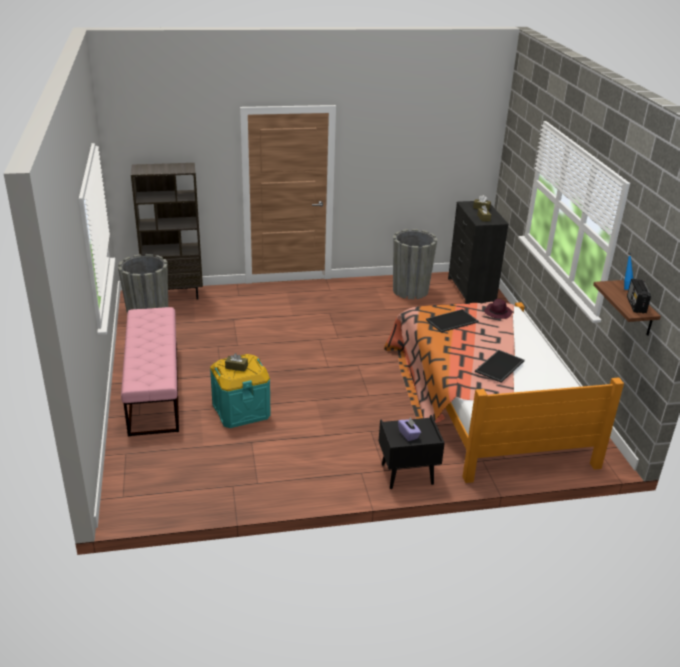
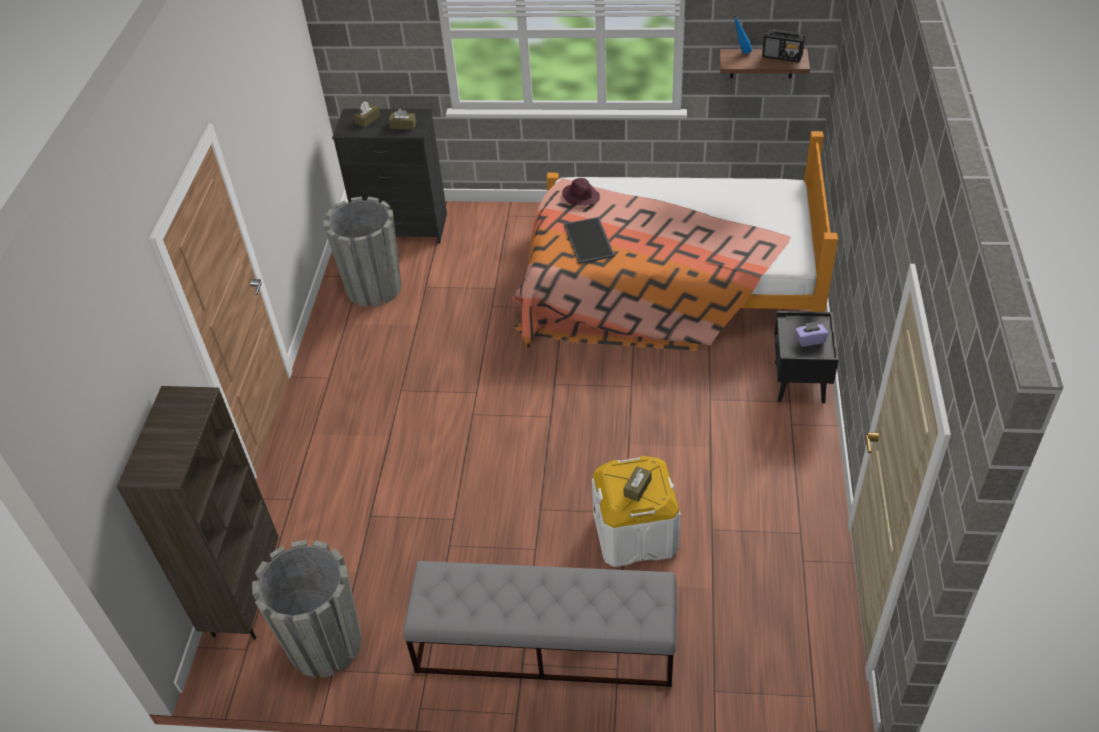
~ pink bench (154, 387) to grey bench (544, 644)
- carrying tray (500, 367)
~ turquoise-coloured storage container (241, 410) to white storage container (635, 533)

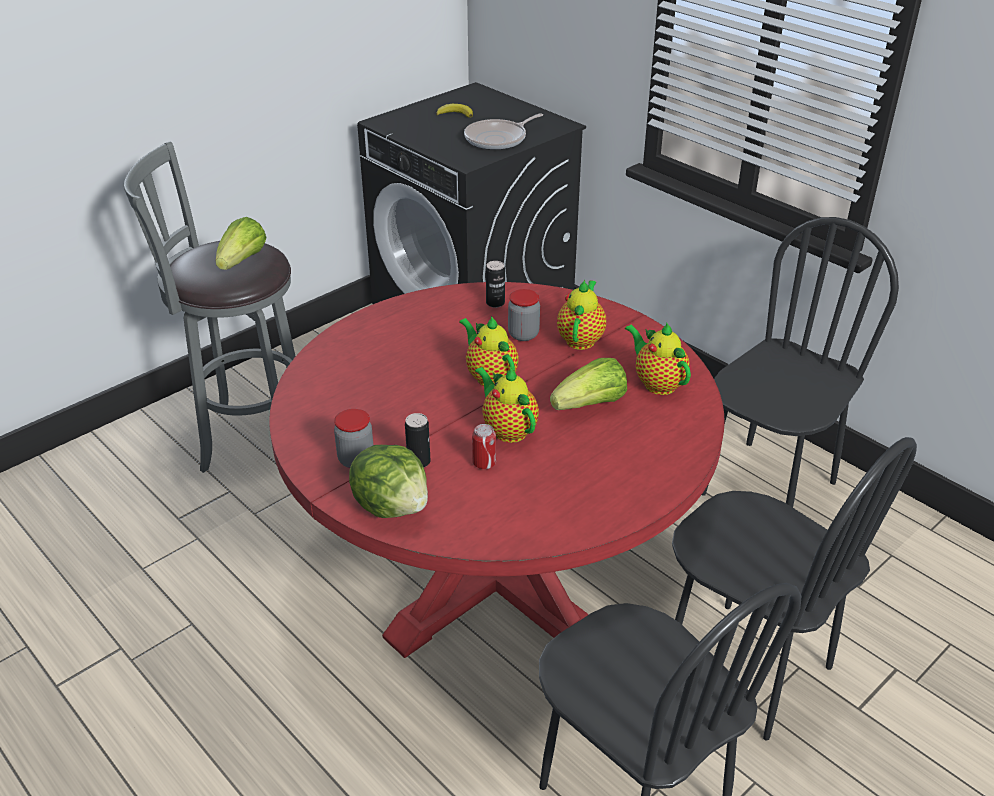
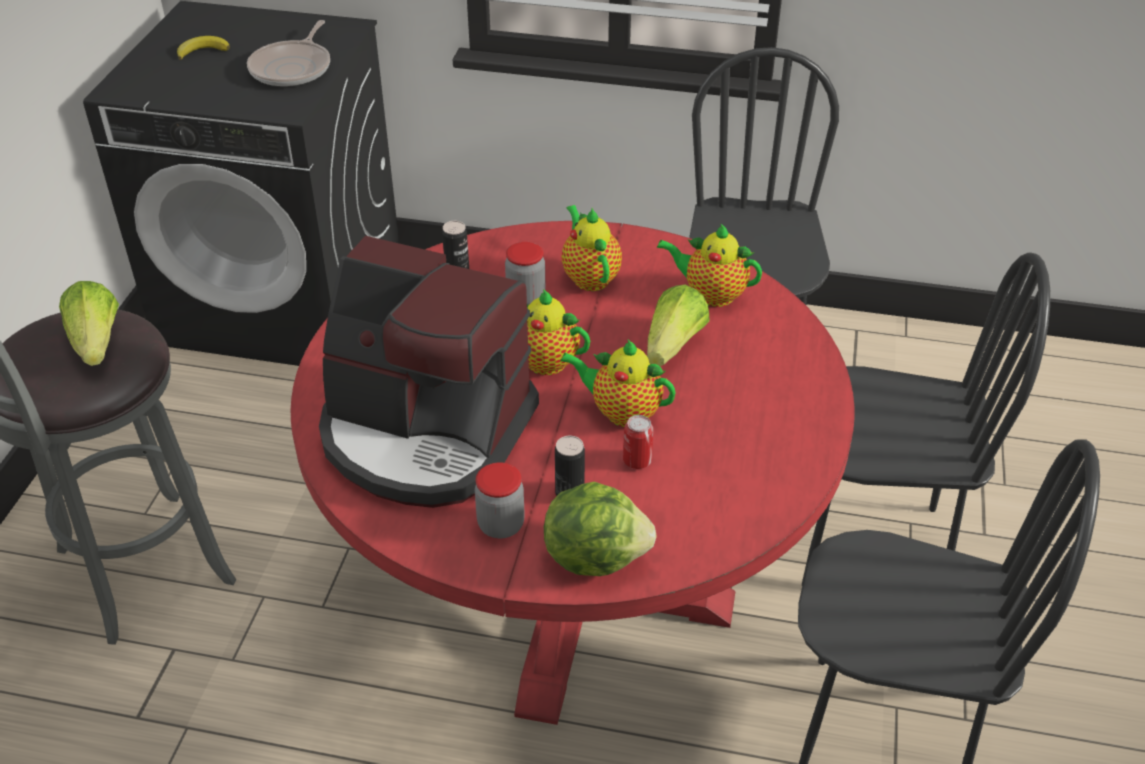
+ coffee machine (426, 434)

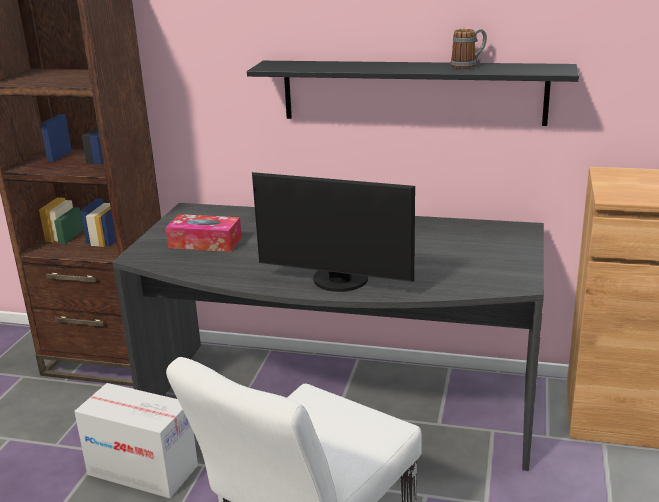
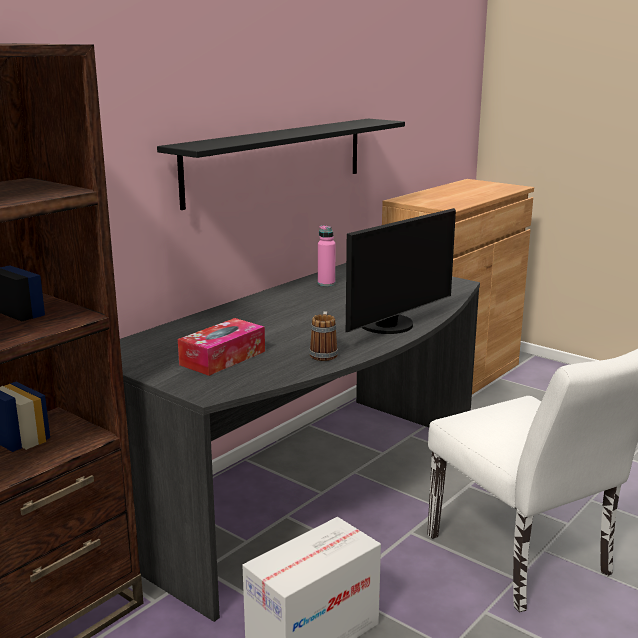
~ mug (468, 66) to (324, 353)
+ pink drink bottle (326, 283)

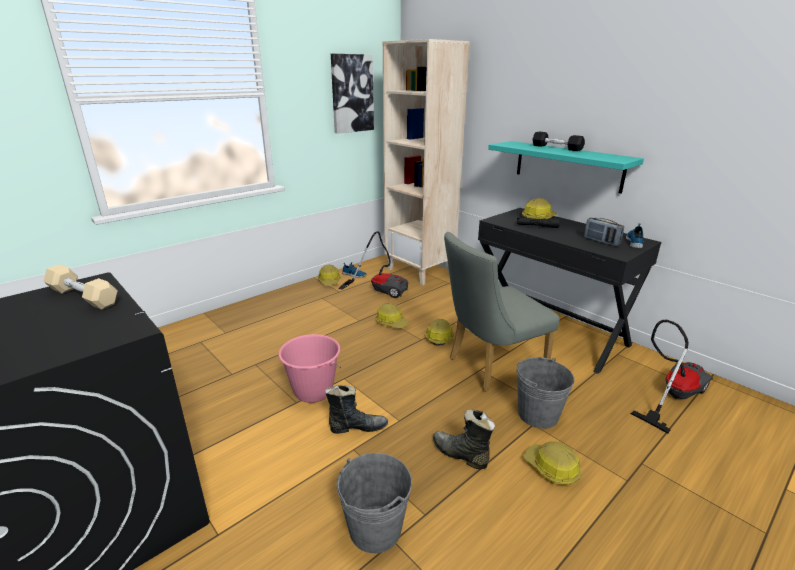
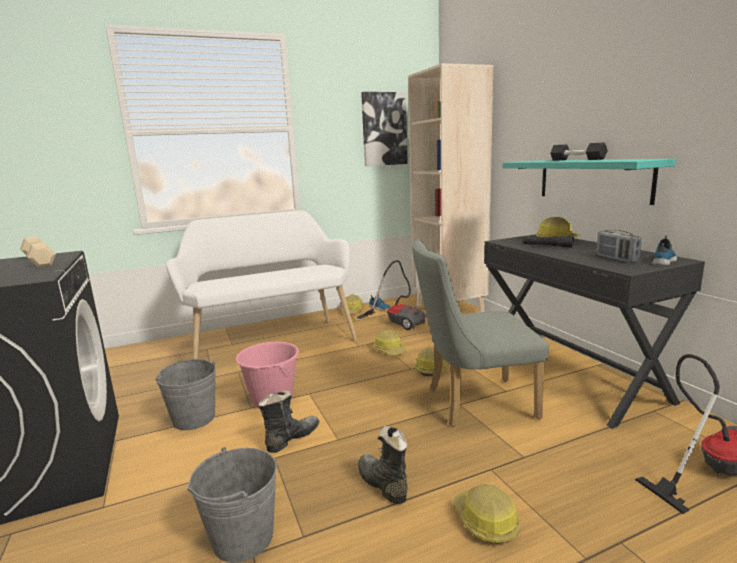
~ grey pail (538, 414) to (194, 418)
~ black boot (357, 427) = (291, 438) 60 degrees counterclockwise
+ white bench (271, 341)

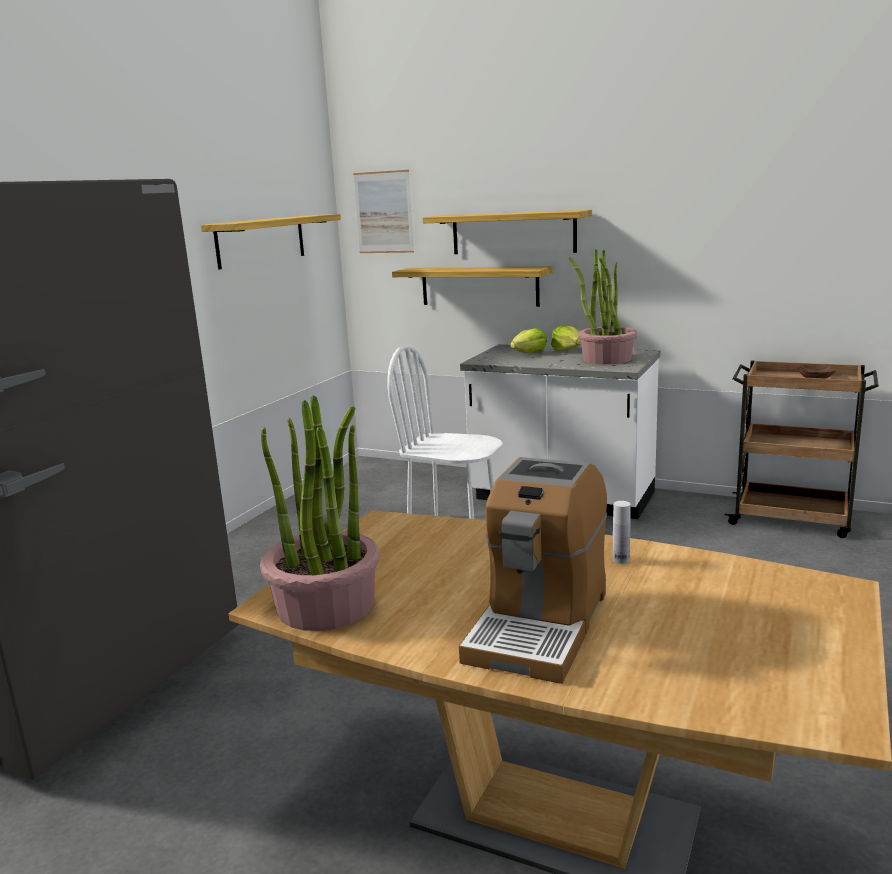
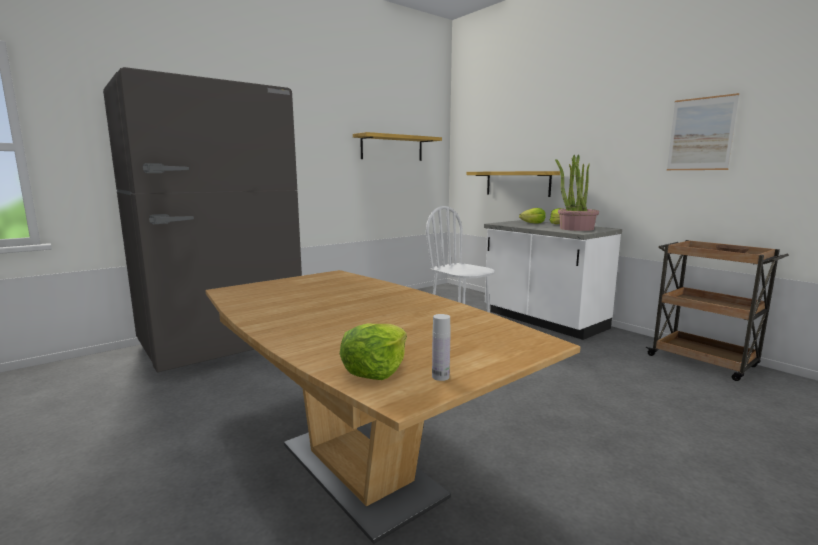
~ wall art (383, 212) to (701, 134)
- bracket shelf (513, 233)
- plant in a pot (326, 606)
- coffee machine (539, 624)
~ white drink bottle (621, 560) to (440, 377)
+ lettuce head (375, 370)

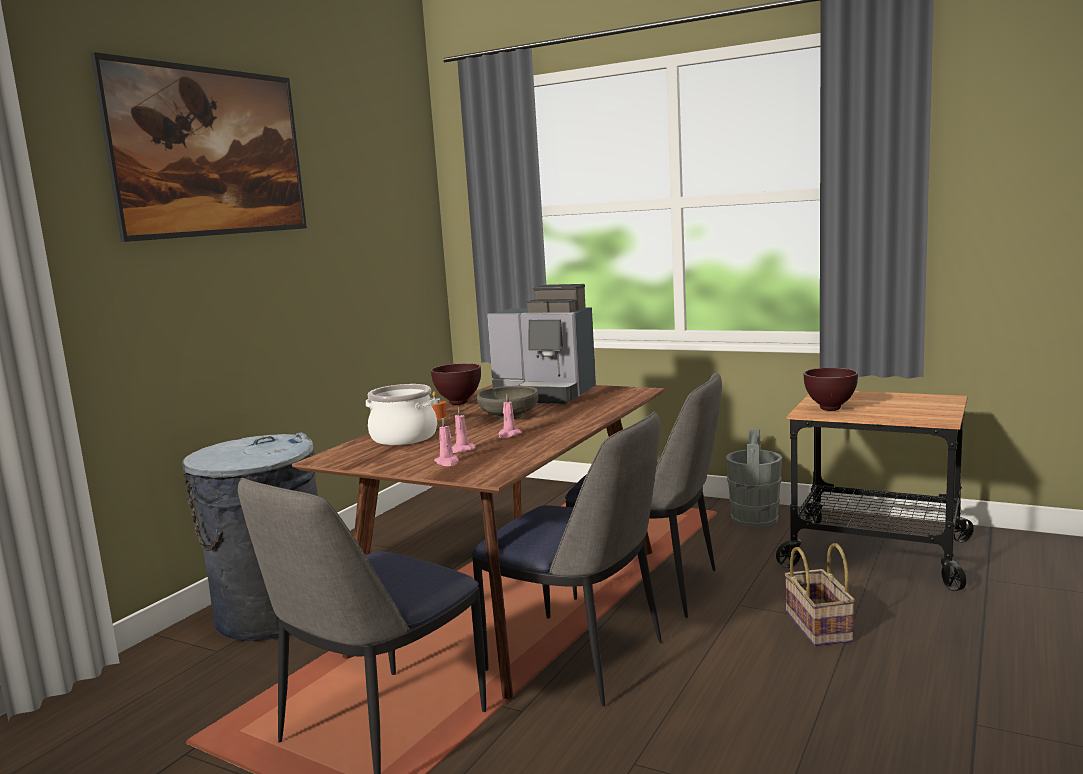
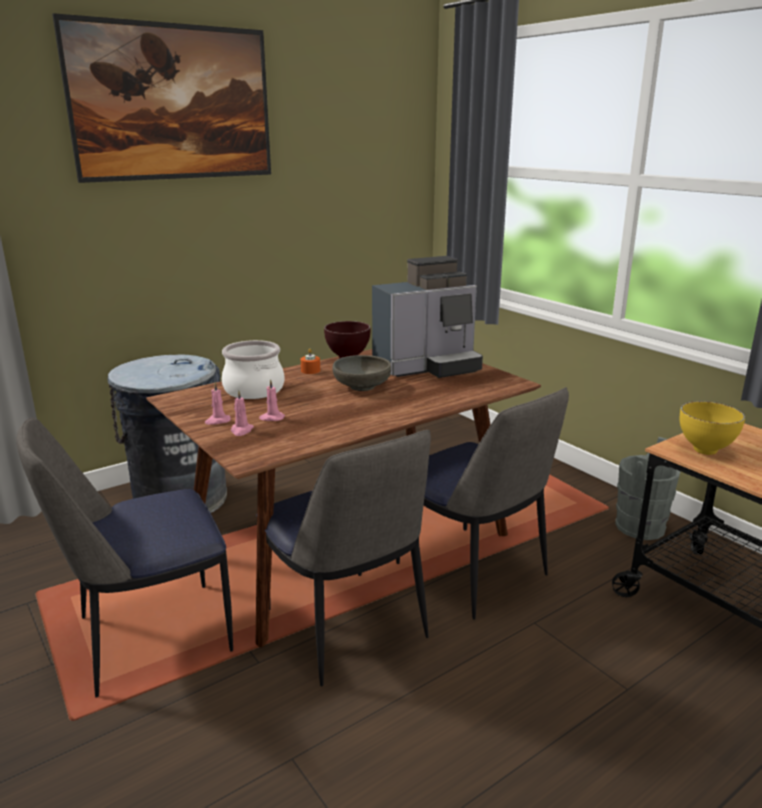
~ coffee machine (546, 394) = (428, 366) 75 degrees counterclockwise
~ brown bowl (831, 409) to yellowish bowl (706, 451)
~ pink wax light (509, 435) to (217, 421)
- basket (820, 627)

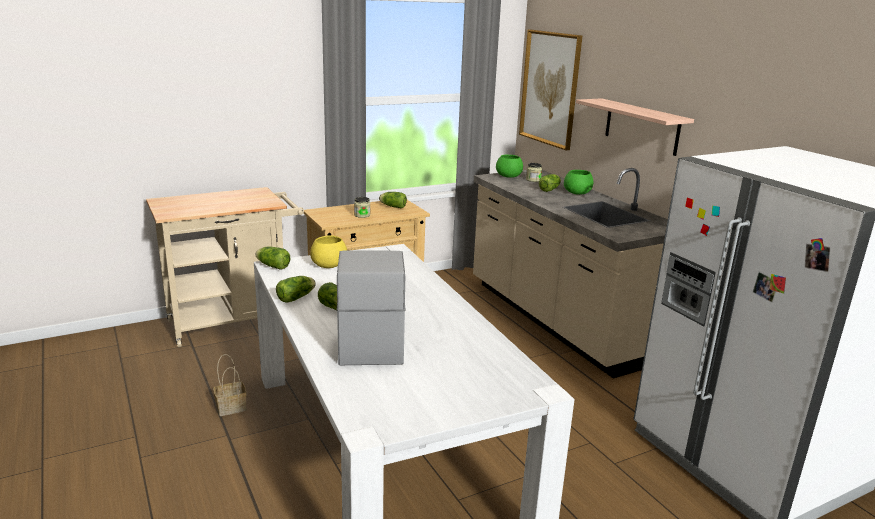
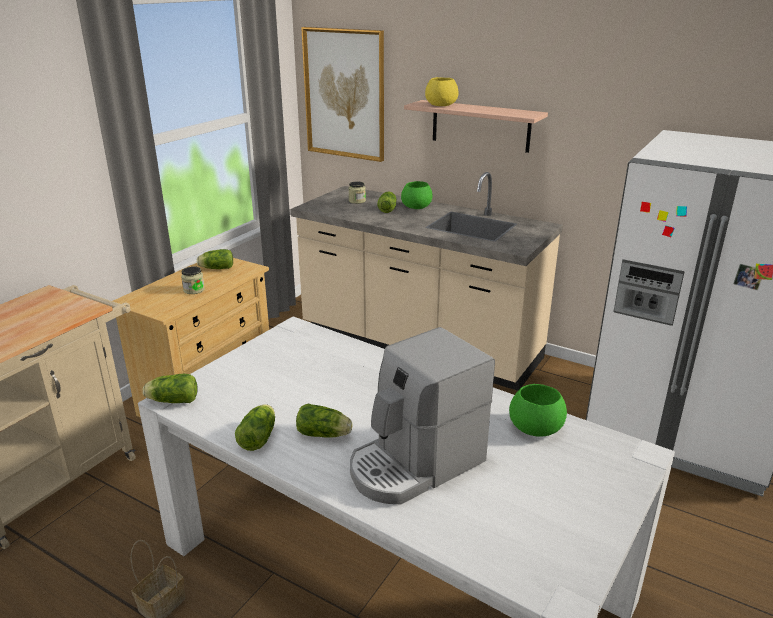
~ greenish bowl (509, 176) to (536, 427)
~ yellowish bowl (328, 265) to (441, 105)
~ coffee machine (370, 341) = (415, 464) 90 degrees counterclockwise

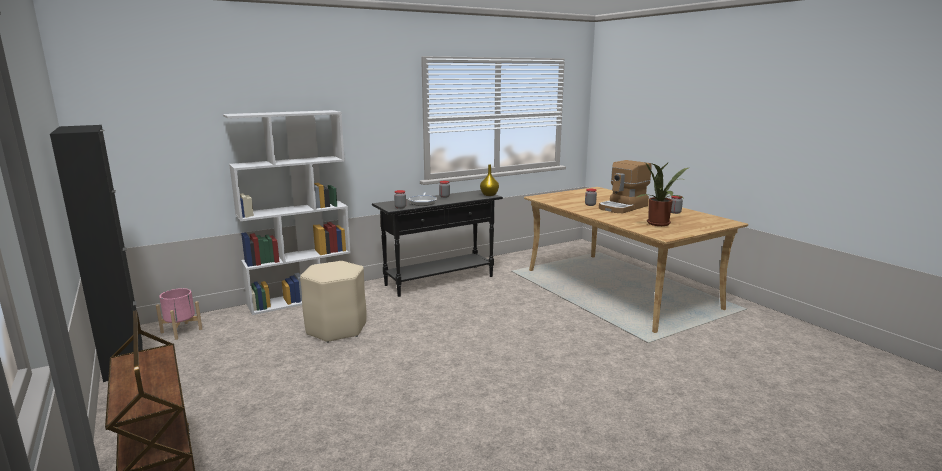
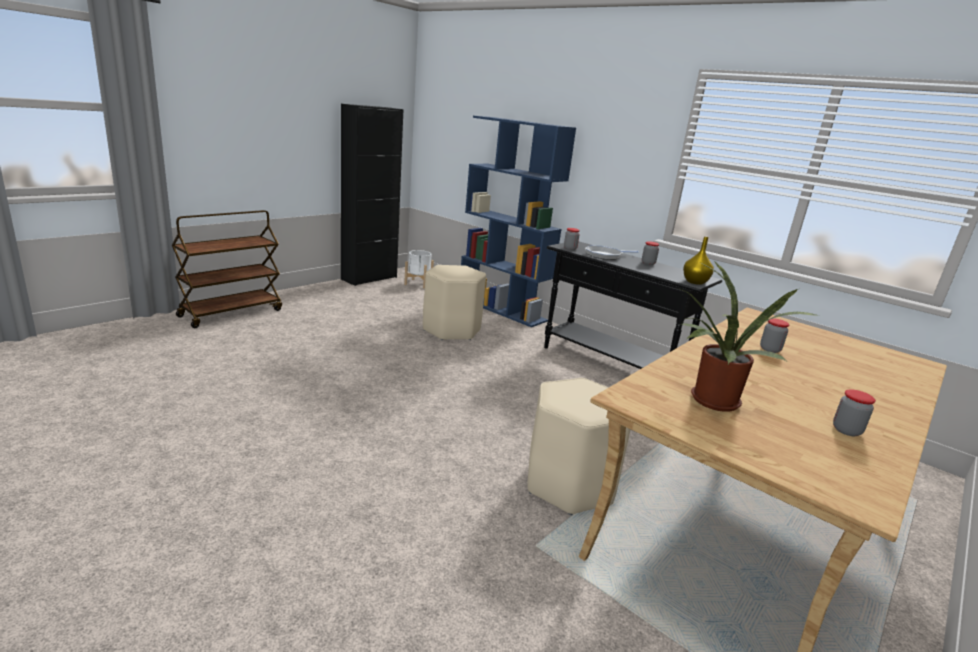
~ white bookcase (301, 299) to blue bookcase (502, 309)
- coffee machine (623, 207)
~ pink plant pot (181, 331) to white plant pot (418, 283)
+ beige stool (569, 484)

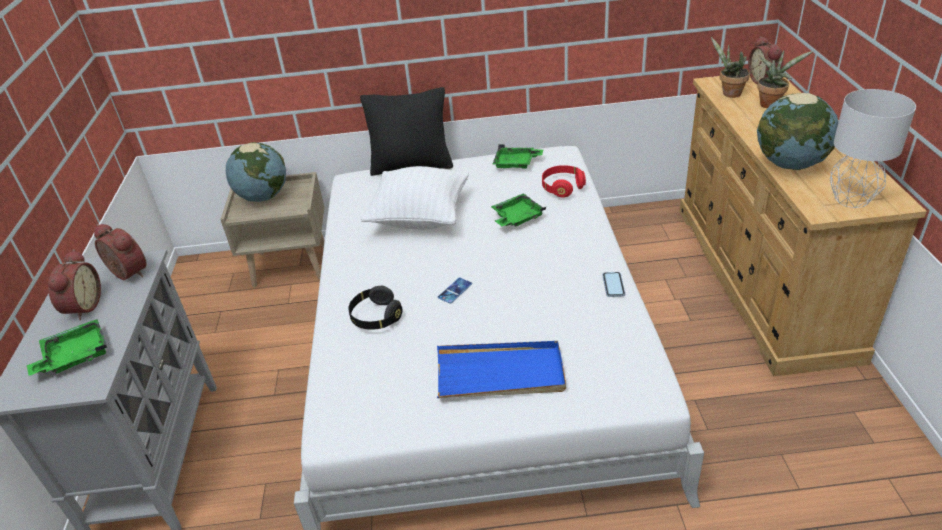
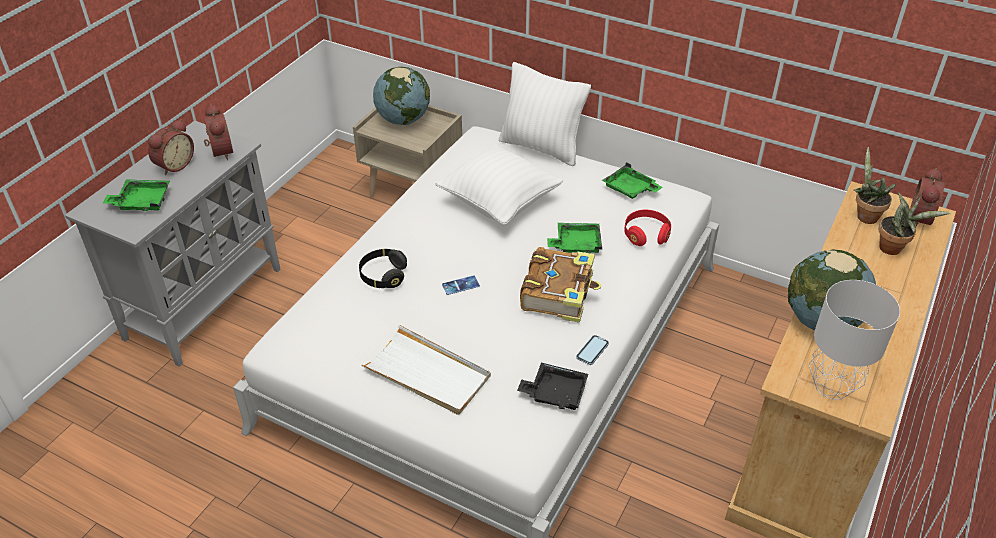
~ black cushion (412, 166) to white cushion (541, 147)
~ blue carrying tray (500, 374) to white carrying tray (427, 374)
+ book (559, 292)
+ black carrying tray (555, 393)

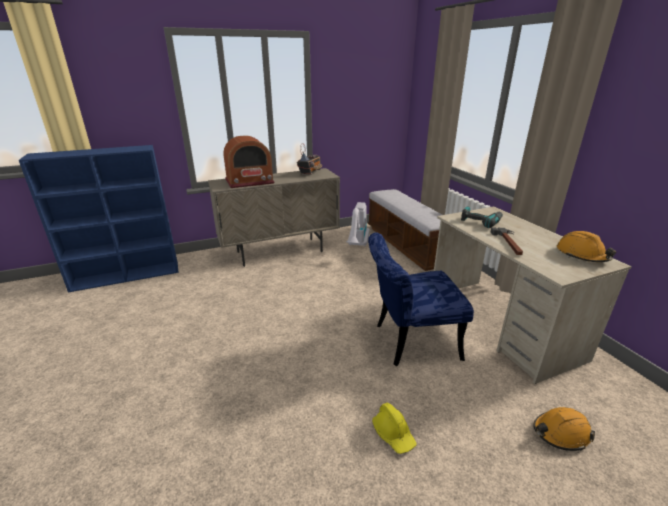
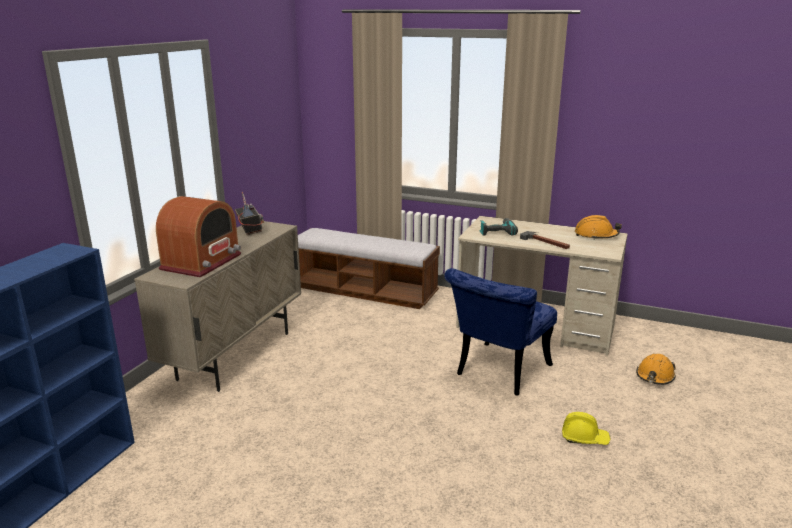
- hoover (357, 246)

